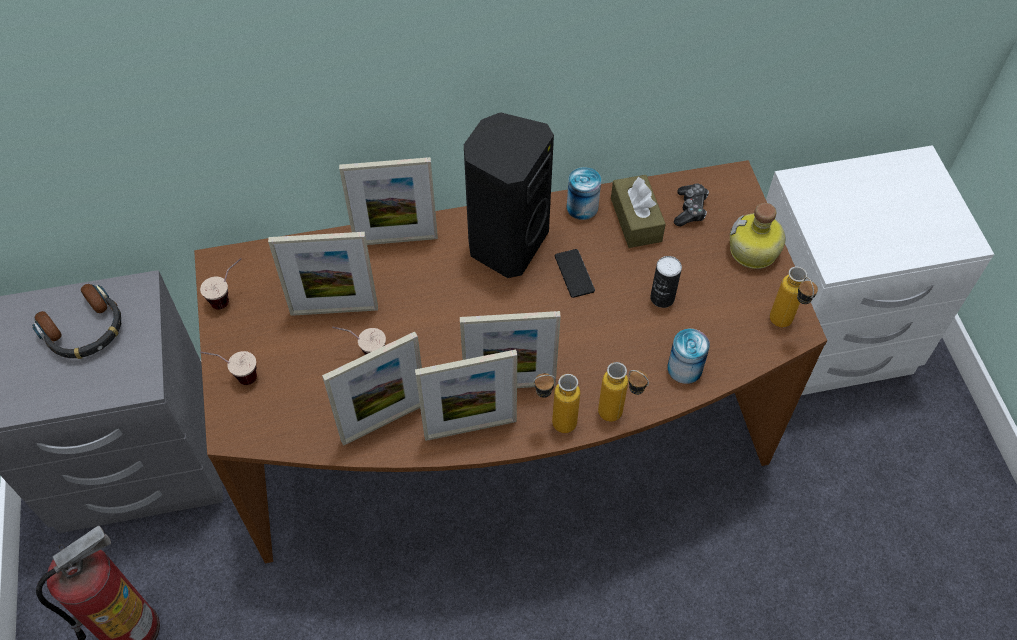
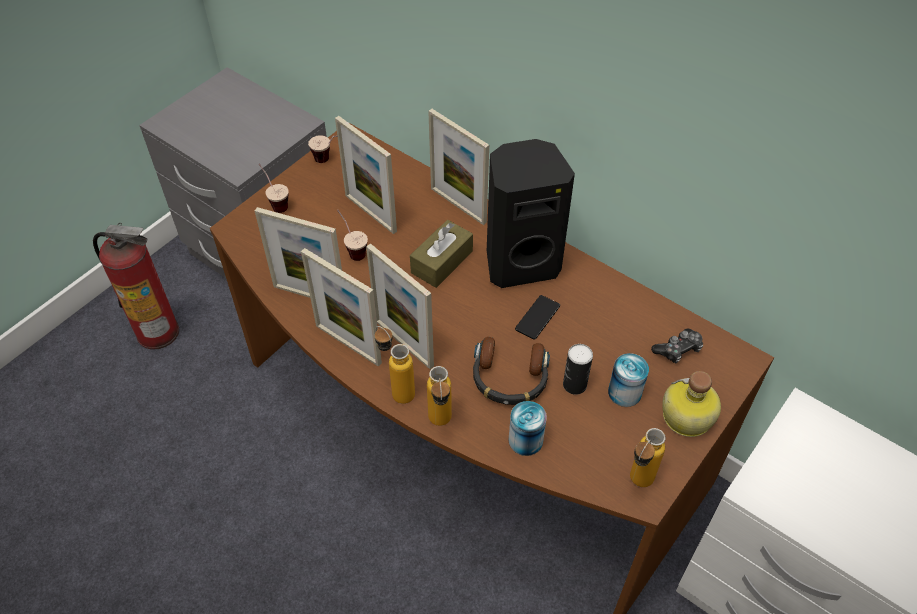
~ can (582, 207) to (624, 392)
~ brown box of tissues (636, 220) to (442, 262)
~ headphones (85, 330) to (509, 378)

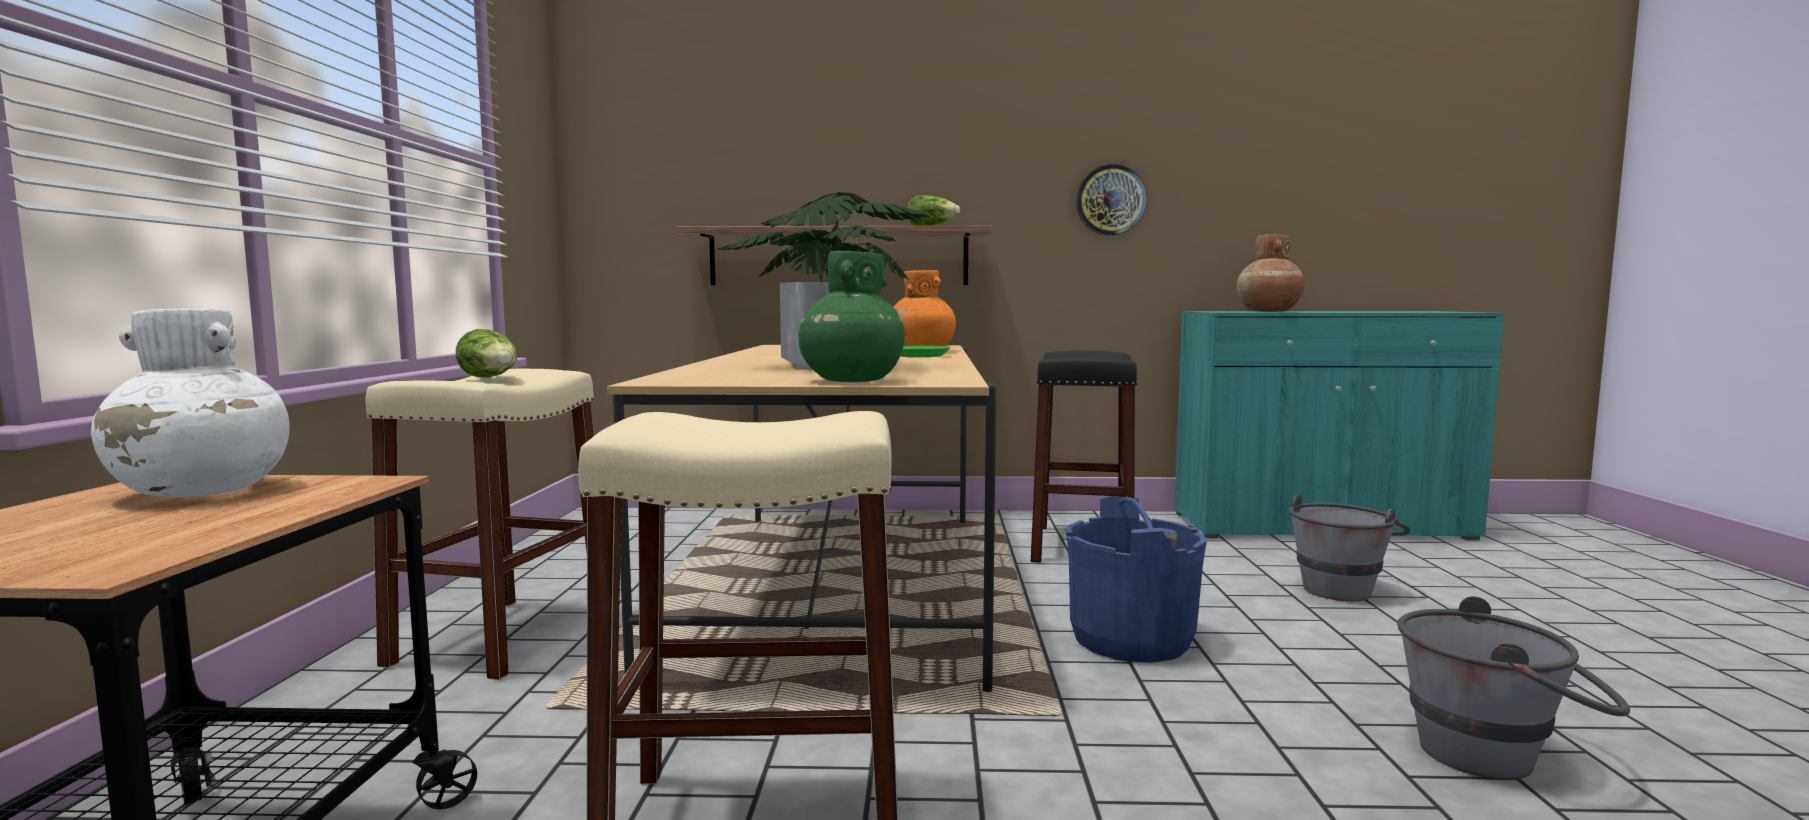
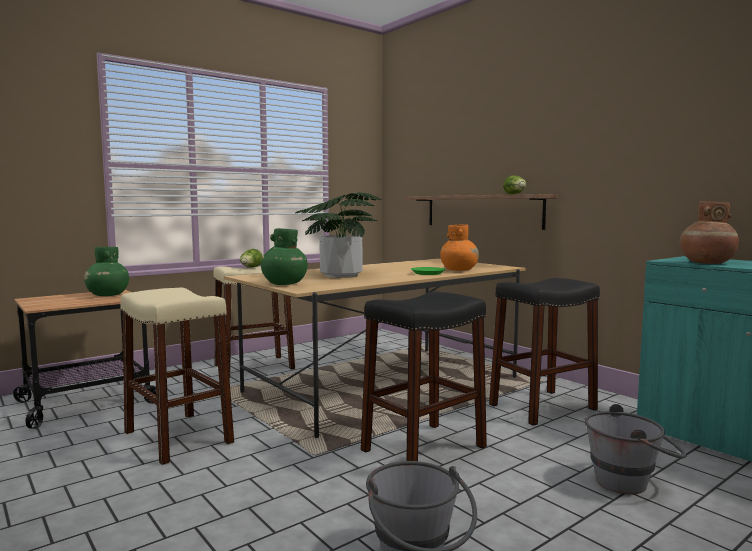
- clock on the wall (1110, 200)
~ white vase (202, 492) to greenish vase (107, 295)
~ blue pail (1131, 639) to black stool (423, 448)

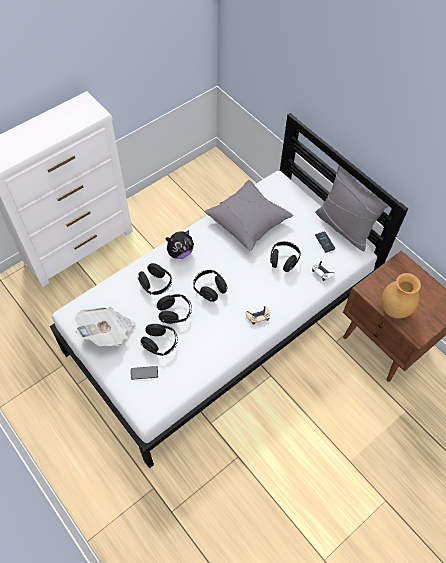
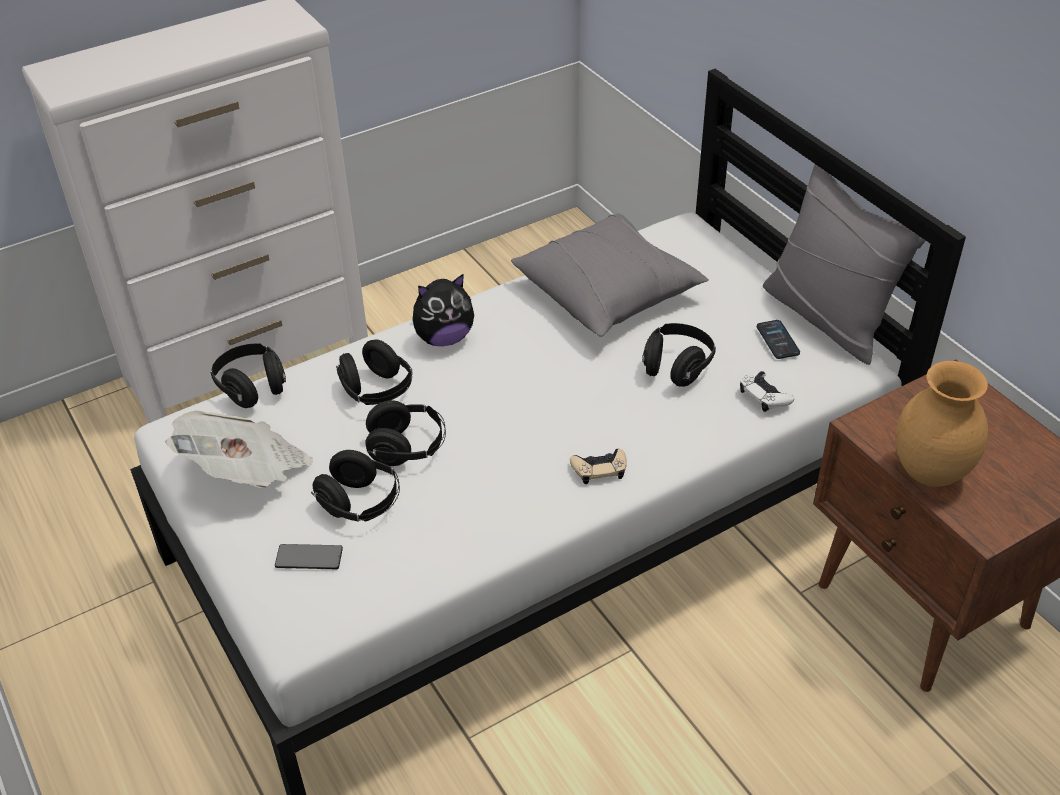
~ black headphones (209, 289) to (252, 388)

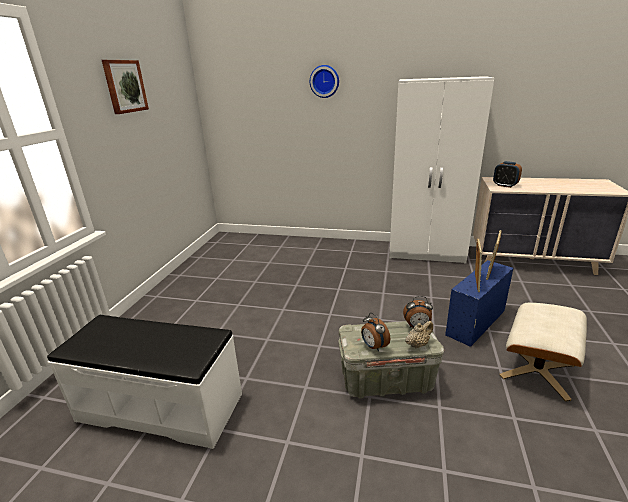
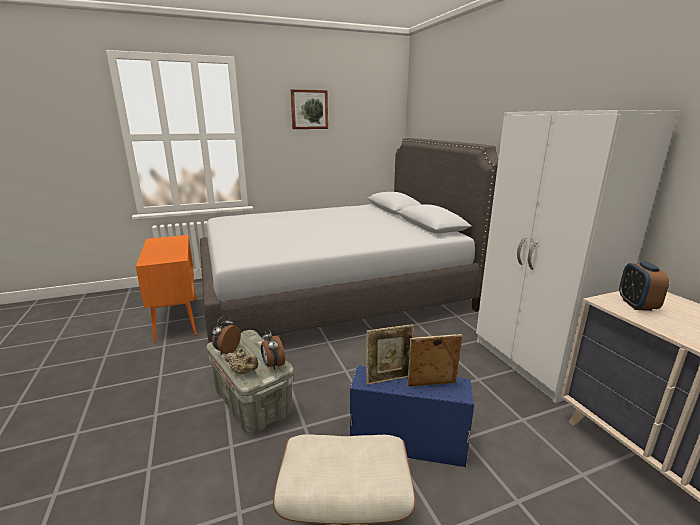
- clock on the wall (324, 81)
~ white bench (161, 406) to orangey cupboard (177, 319)
+ grey sleeping bed (333, 294)

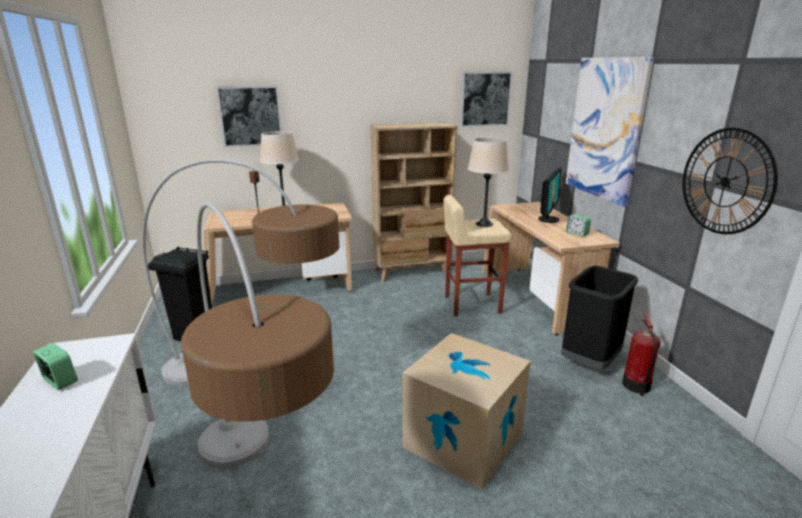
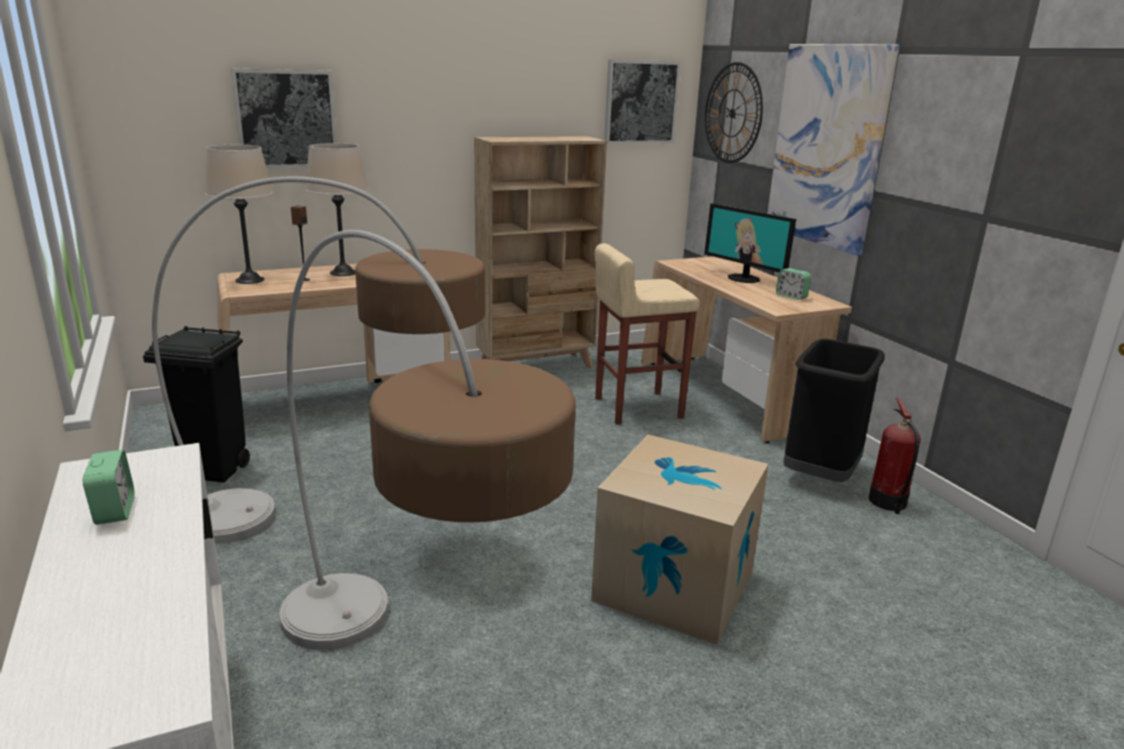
~ clock on the wall (725, 181) to (732, 113)
~ beige lamp for a table (484, 224) to (250, 280)
~ computer display (548, 219) = (744, 278) 120 degrees clockwise
~ table clock (60, 381) = (114, 511) 45 degrees clockwise

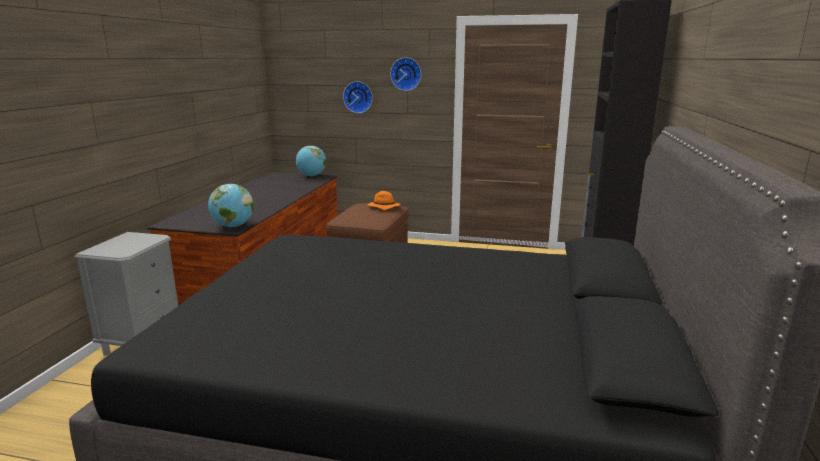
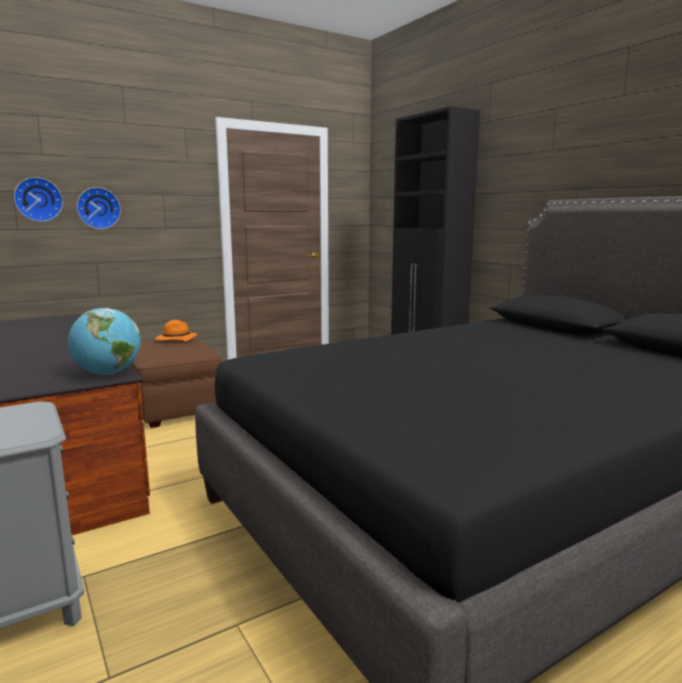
~ clock on the wall (406, 74) to (38, 199)
- globe (312, 176)

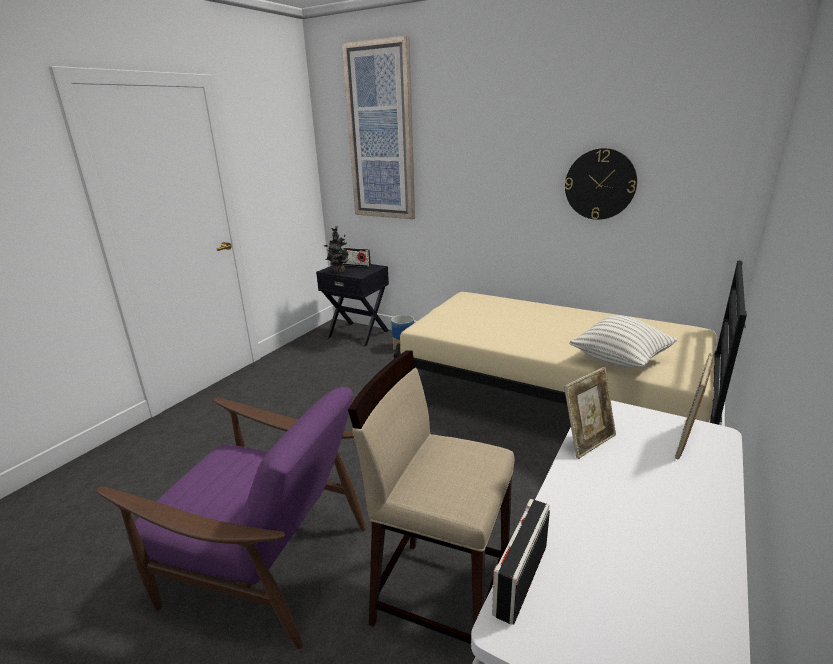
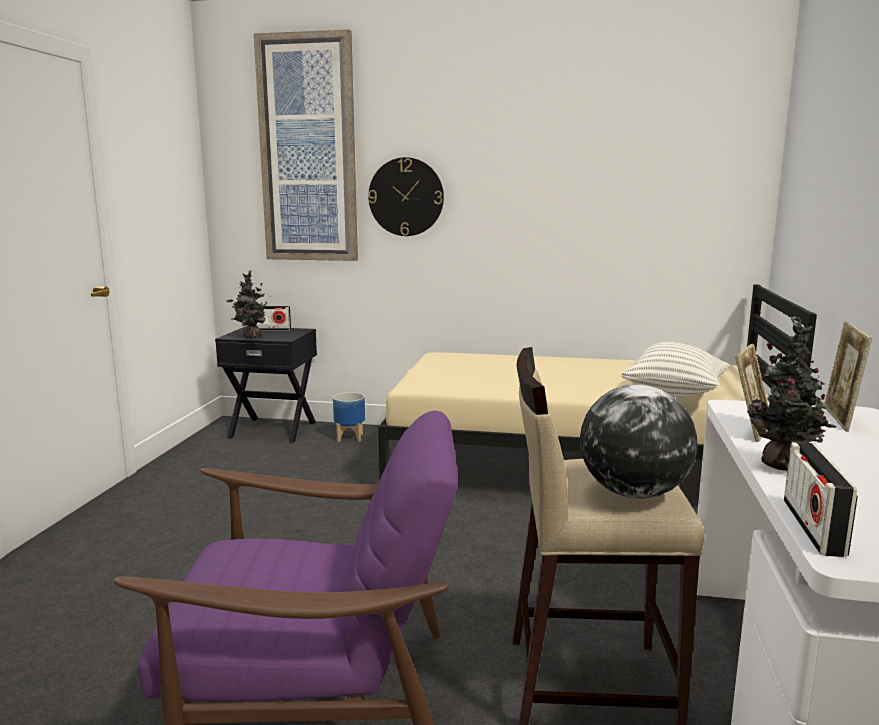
~ clock on the wall (600, 184) to (406, 197)
+ plant in a pot (785, 466)
+ globe (634, 493)

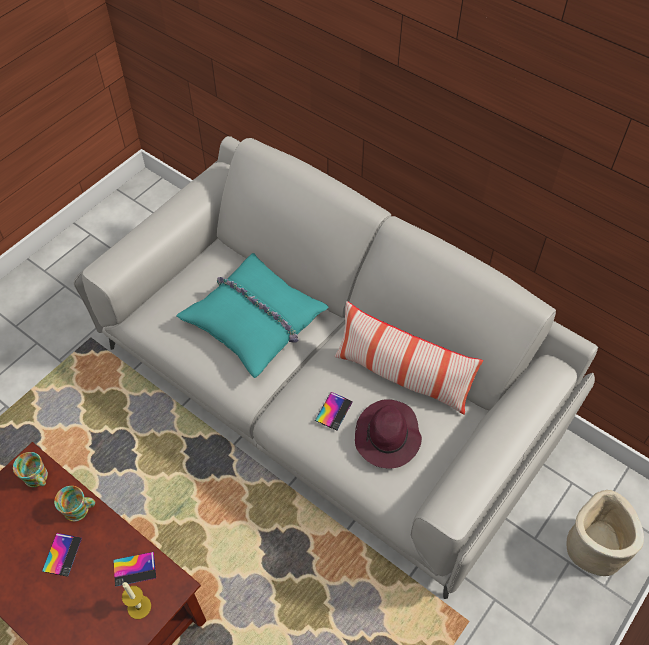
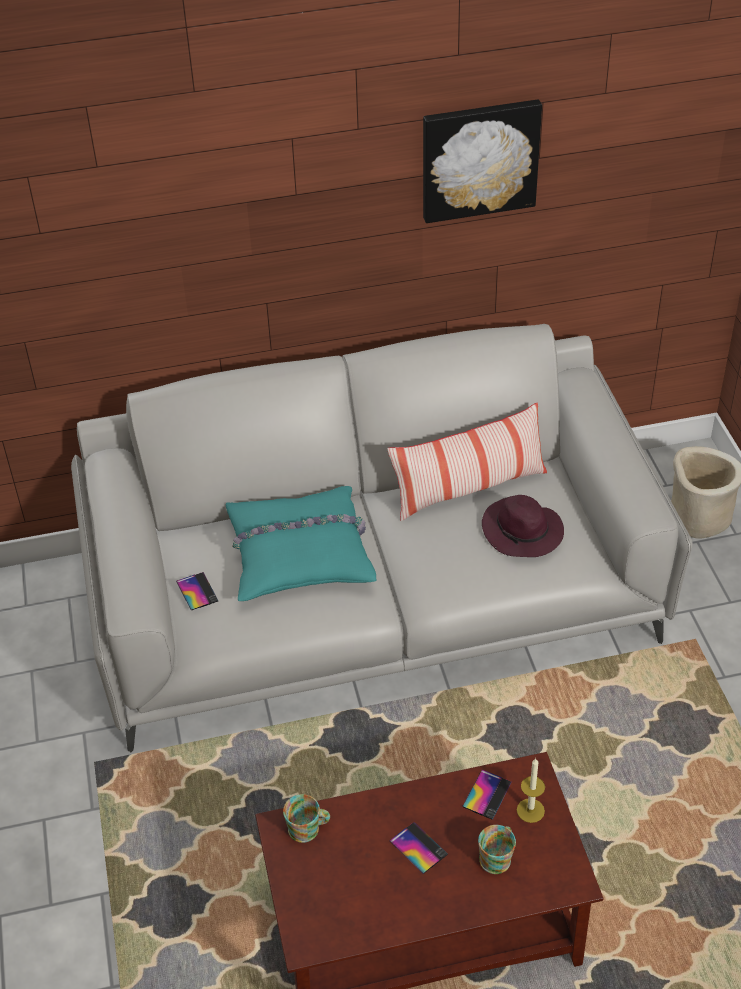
~ telephone (333, 411) to (197, 591)
~ mug (80, 510) to (498, 857)
+ wall art (479, 159)

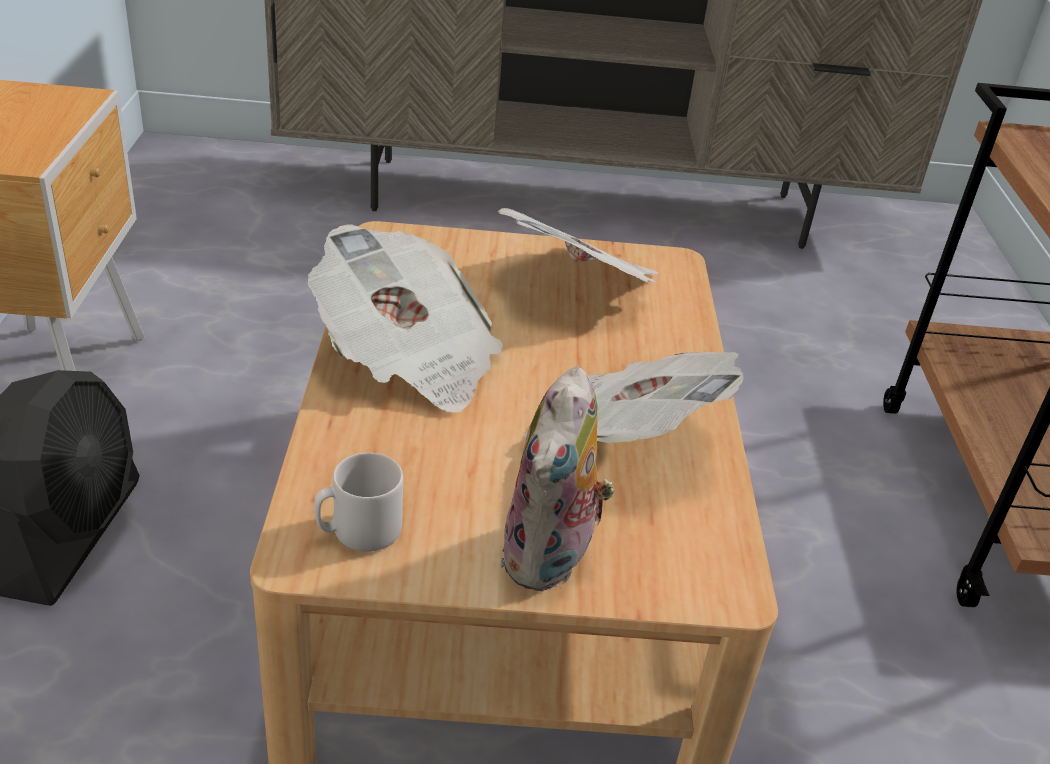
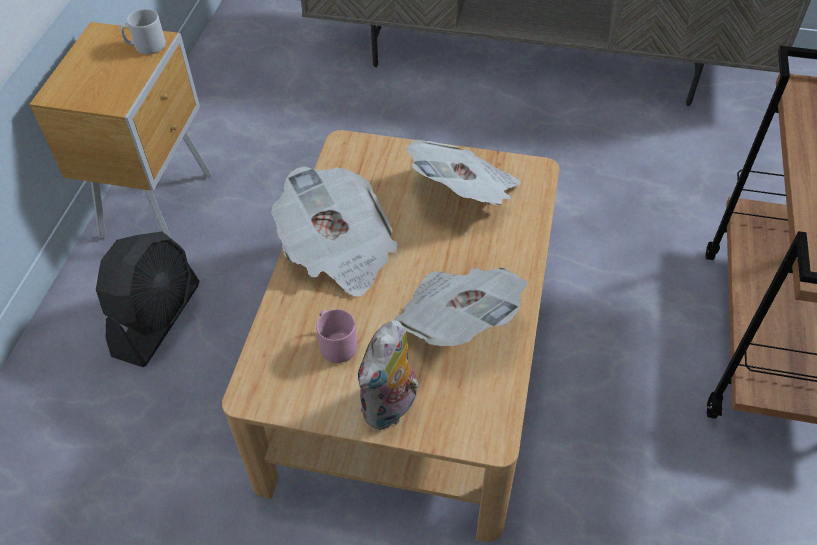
~ grey mug (358, 531) to (146, 46)
+ pink mug (336, 344)

